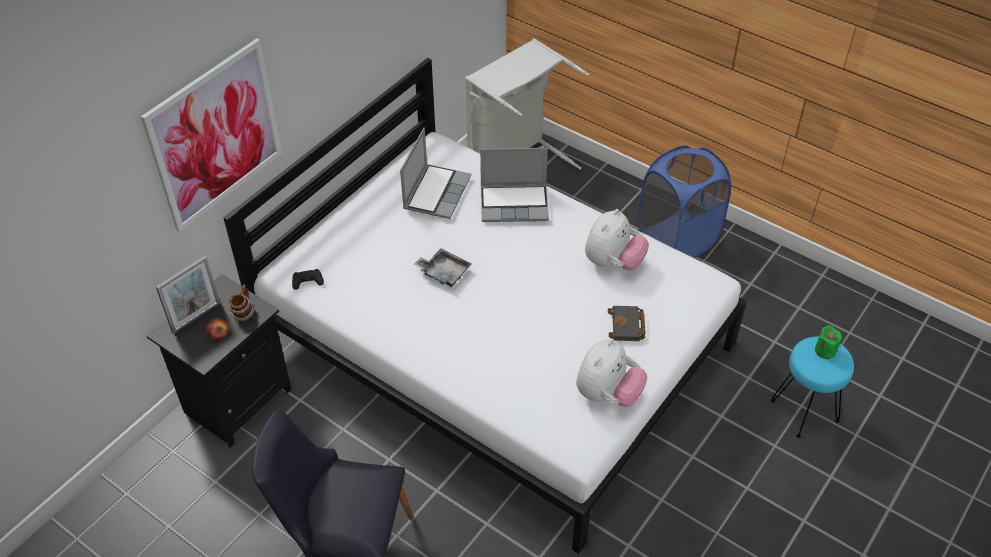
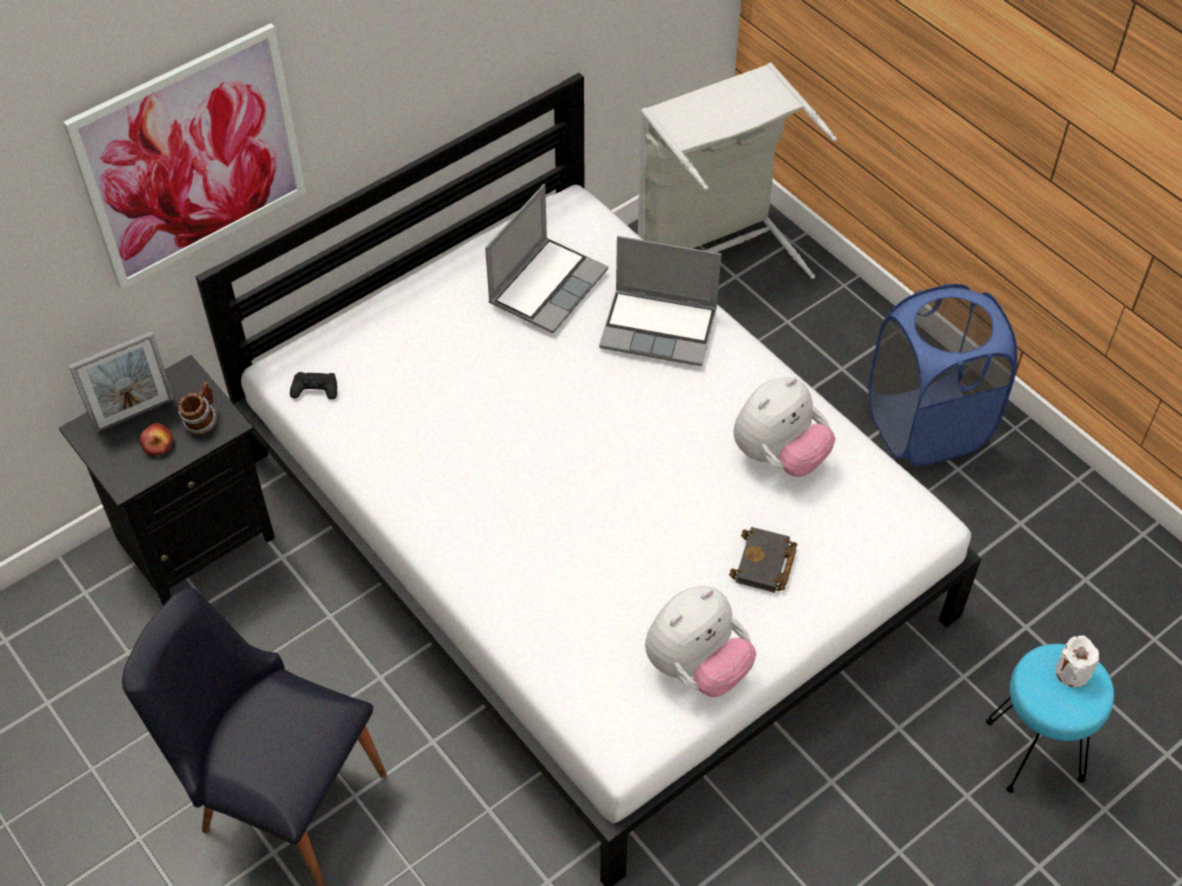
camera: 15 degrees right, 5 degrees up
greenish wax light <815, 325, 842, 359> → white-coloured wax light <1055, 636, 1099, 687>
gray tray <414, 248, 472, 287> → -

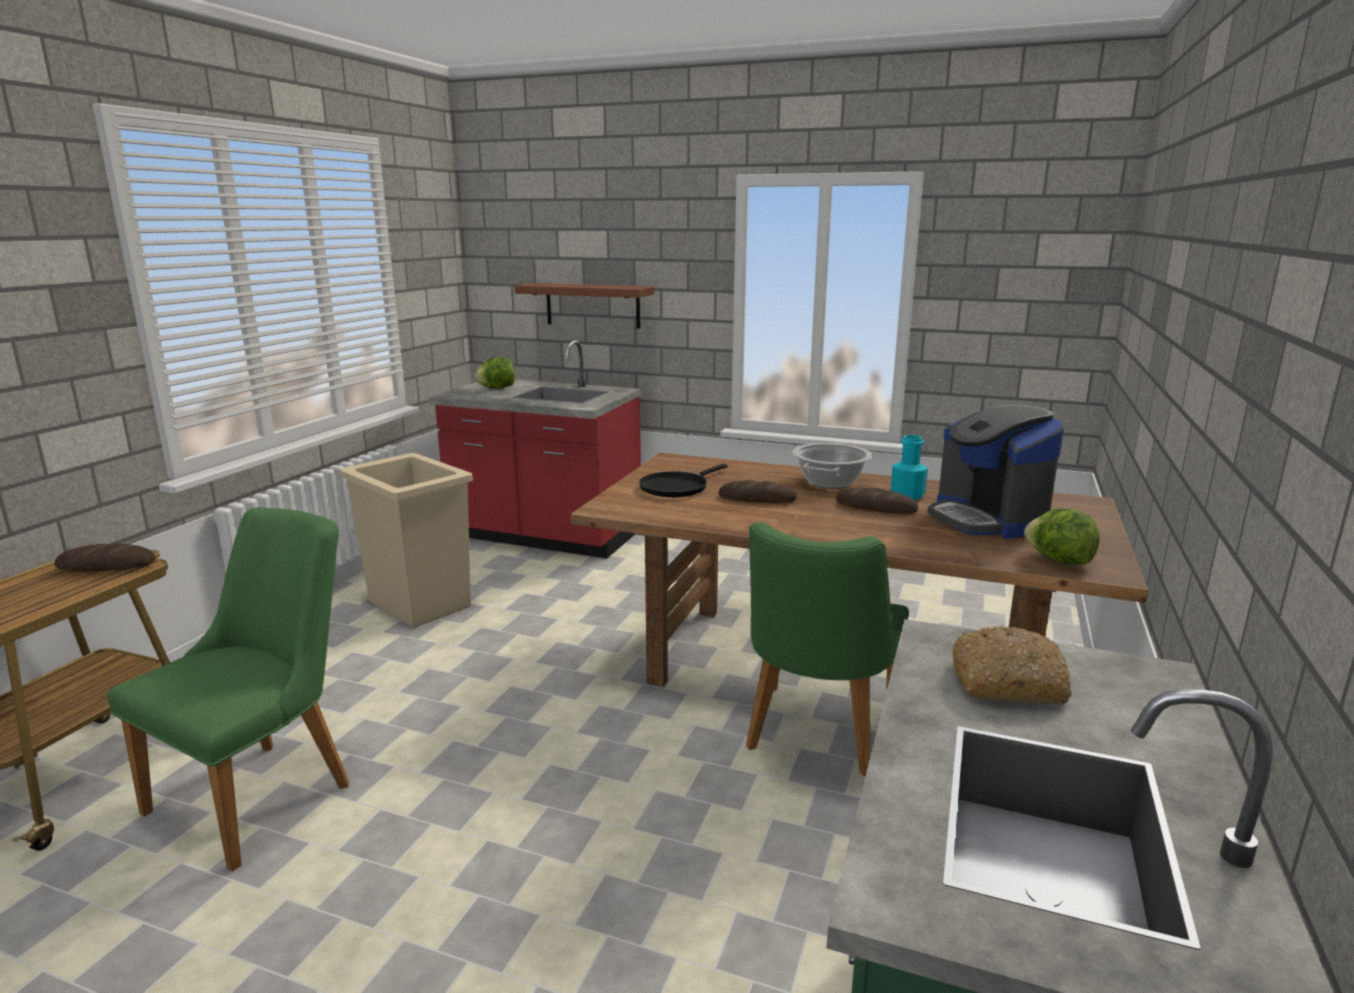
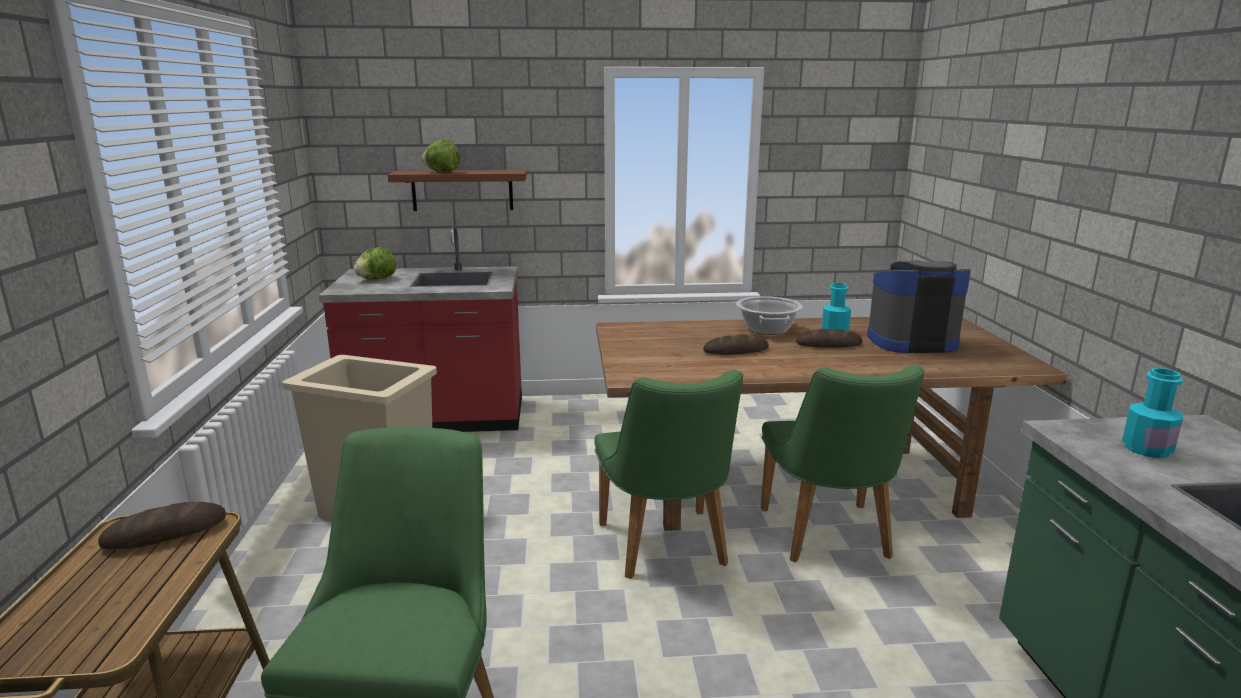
camera: 25 degrees left, 0 degrees up
lettuce head <1024, 509, 1100, 565> → lettuce head <422, 139, 460, 172>, moved
- → greenish upright chair <594, 370, 743, 579>
coffee brewer <928, 404, 1064, 539> → coffee brewer <867, 261, 971, 353>, 135 degrees clockwise
bakery bread <953, 626, 1071, 705> → blue-green beverage bottle <1122, 368, 1183, 458>
blackish frying pan <639, 464, 727, 498> → -

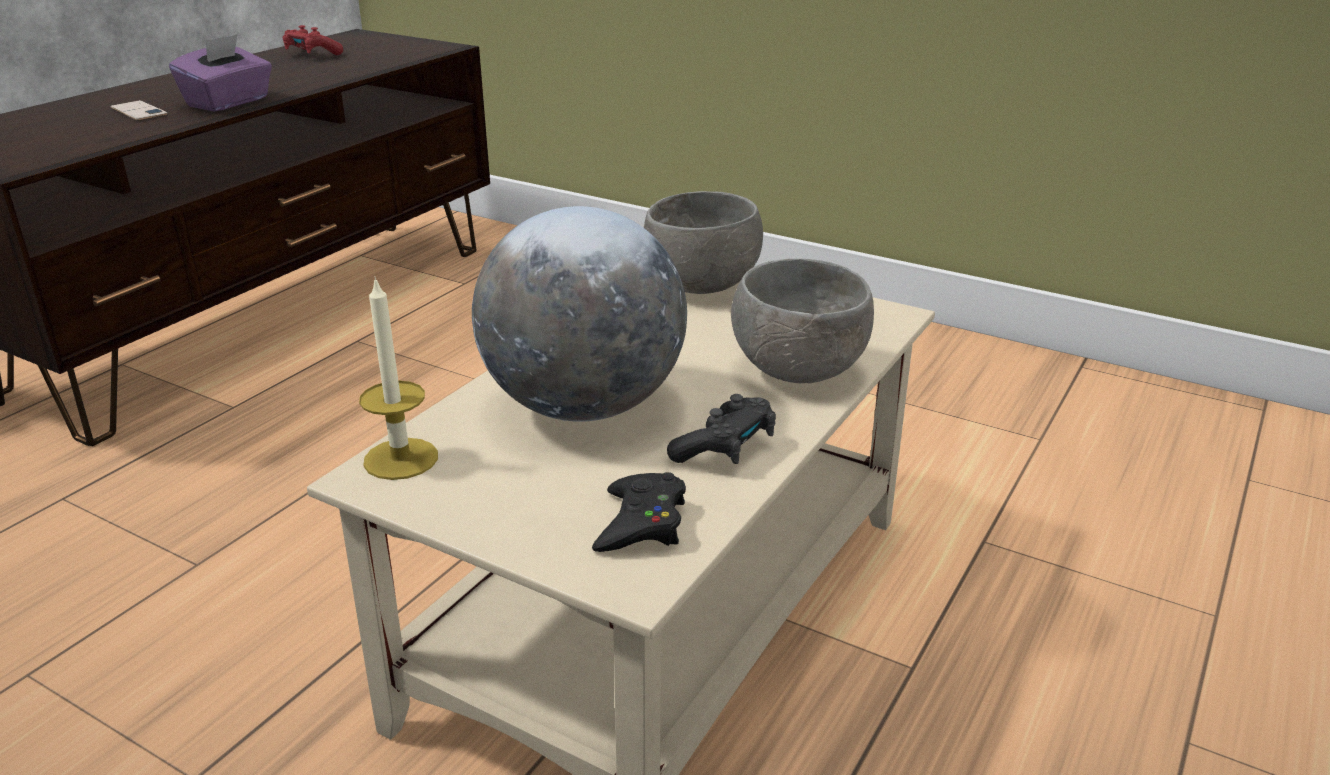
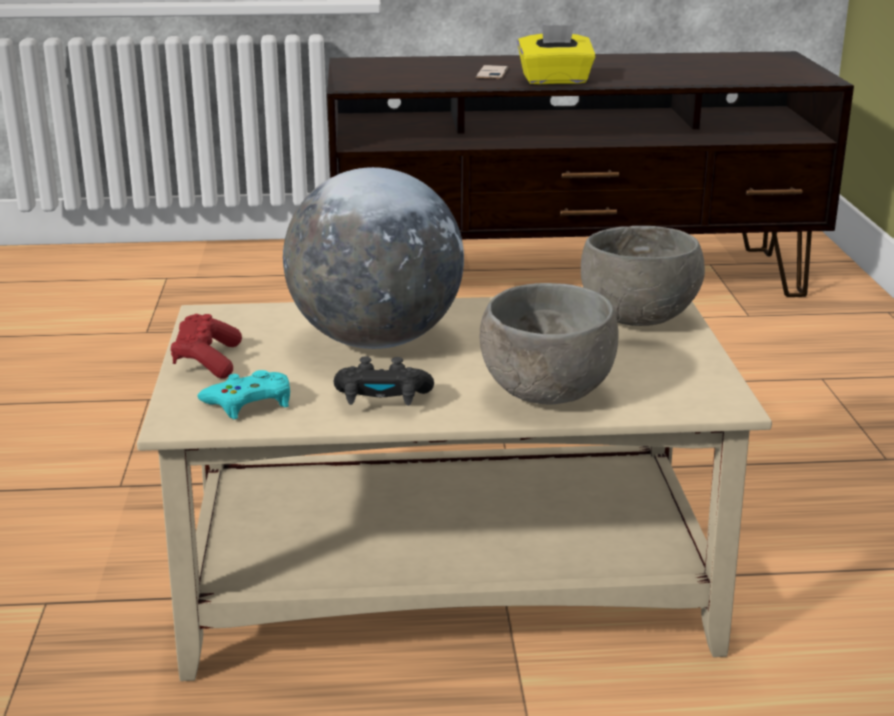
camera: 55 degrees right, 5 degrees down
red-coloured joypad <283, 25, 343, 55> → red-coloured joypad <171, 314, 242, 379>, moved
blackish joypad <592, 472, 686, 552> → blue-green joypad <197, 370, 290, 419>
purple tissue holder <169, 34, 272, 112> → yellow-coloured tissue holder <517, 25, 596, 84>
wax light <359, 276, 438, 480> → -

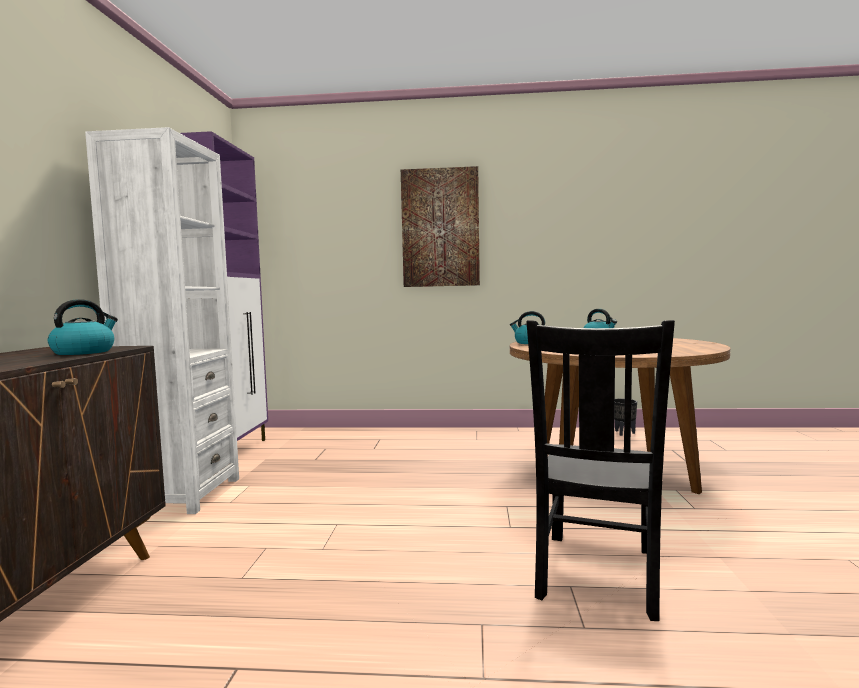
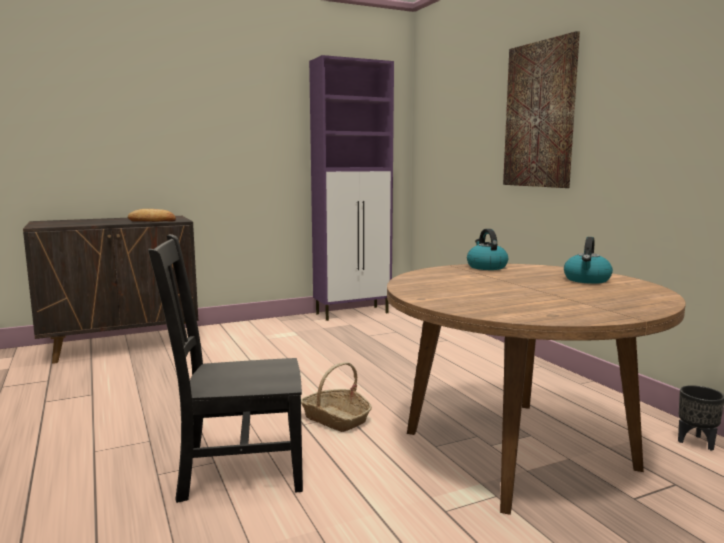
camera: 60 degrees right, 5 degrees up
water kettle <48, 299, 118, 355> → bakery bread <128, 209, 176, 222>
- → household basket <301, 362, 372, 432>
white-coloured shelving unit <85, 127, 239, 514> → -

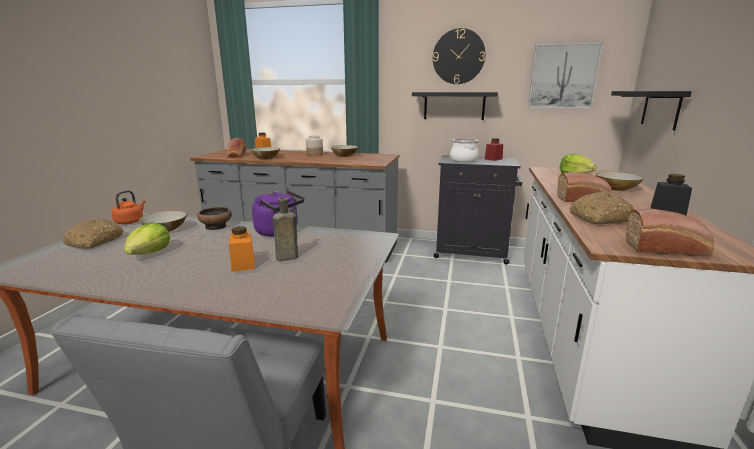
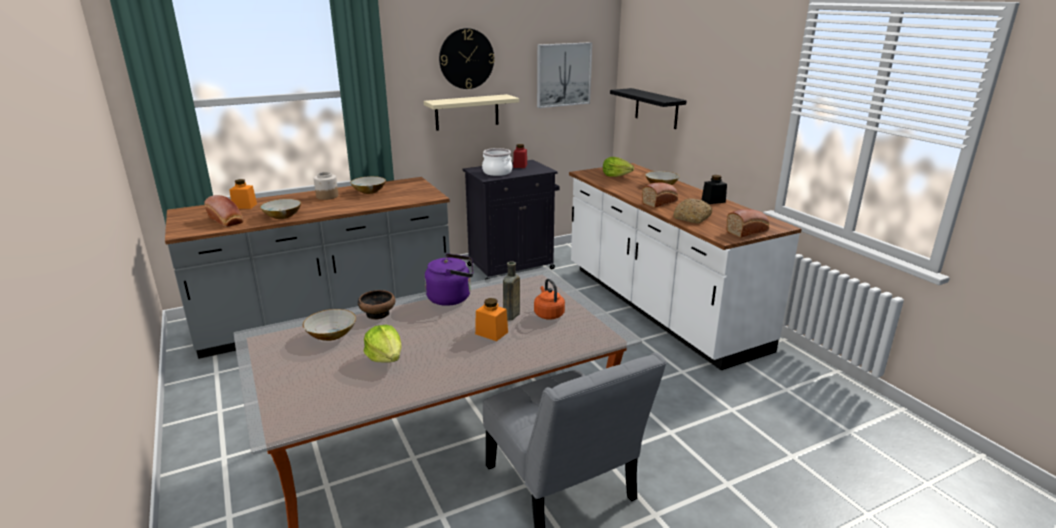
camera: 40 degrees left, 5 degrees up
blackish shelf <412, 92, 498, 120> → beige shelf <424, 94, 519, 131>
orangey water kettle <111, 190, 146, 224> → orangey water kettle <534, 279, 565, 320>, moved
bakery bread <63, 219, 124, 249> → -

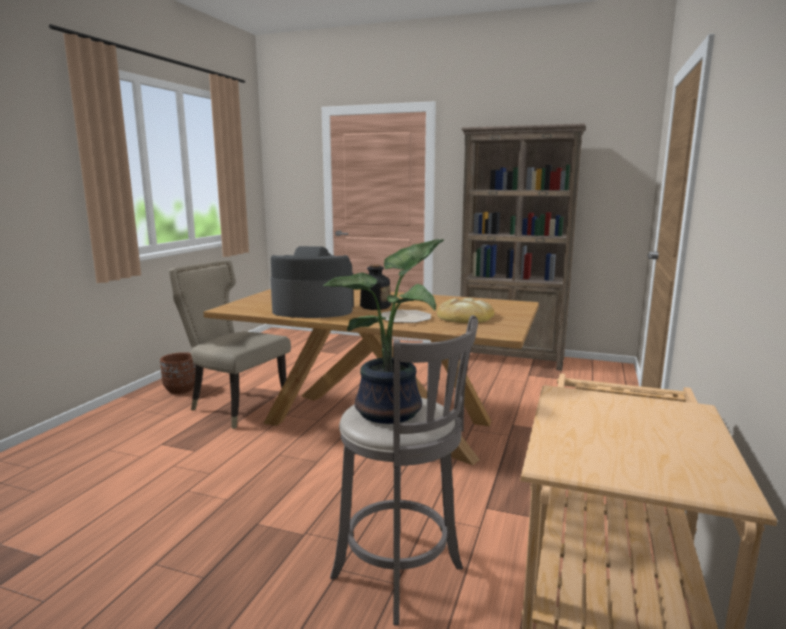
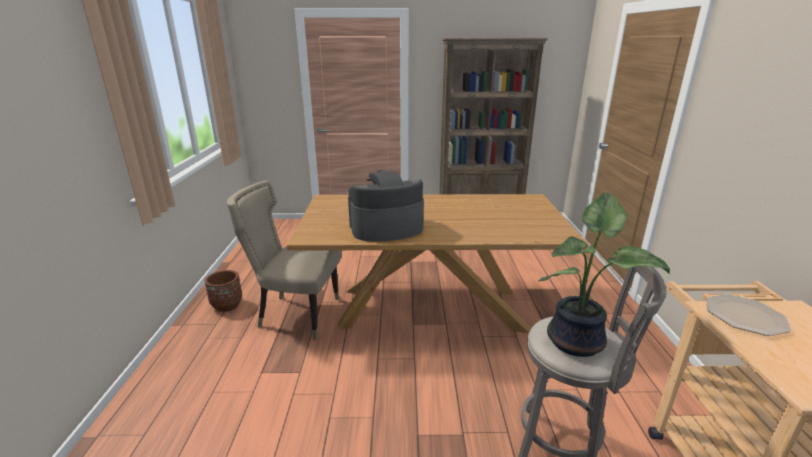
camera: 20 degrees left, 10 degrees up
flat dish <381, 310, 431, 323> → flat dish <706, 294, 791, 336>, moved
beverage bottle <360, 264, 391, 310> → -
bakery bread <437, 298, 494, 323> → -

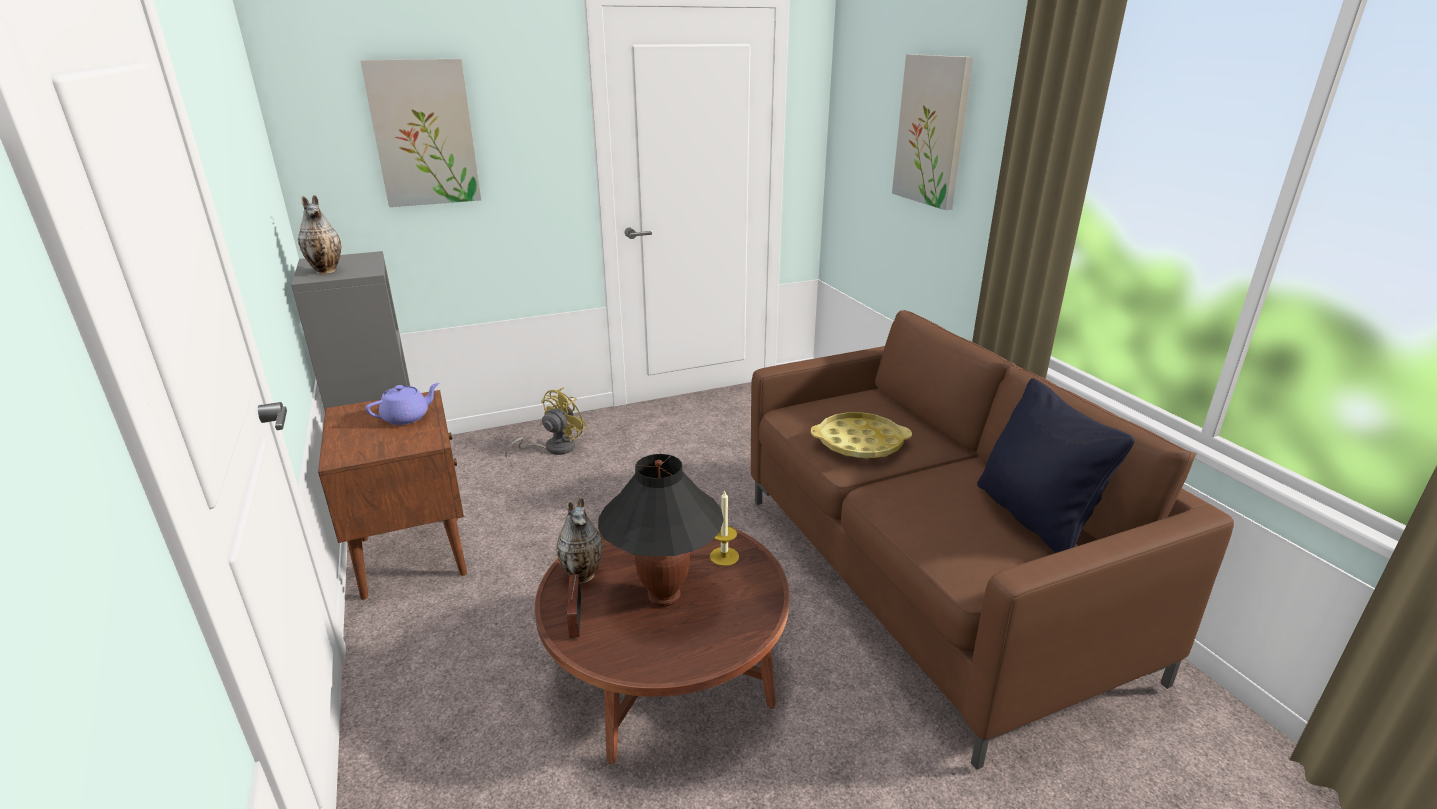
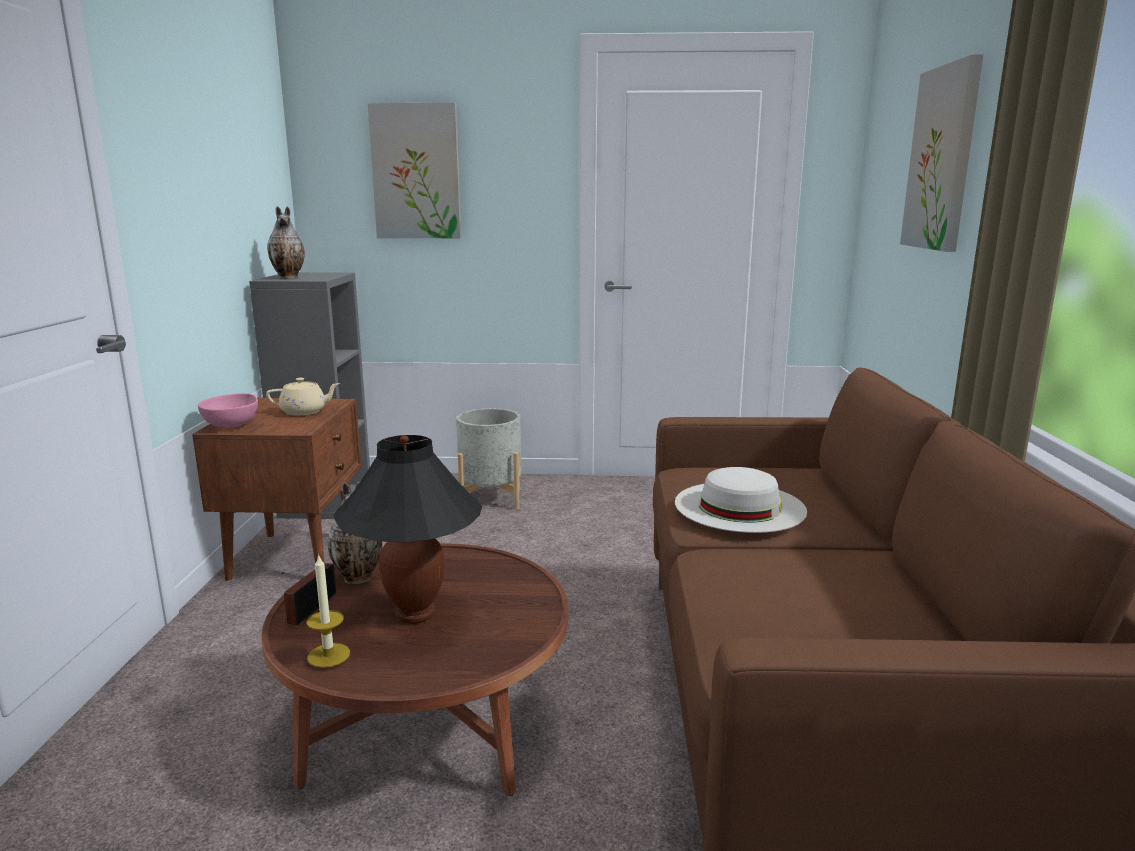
camera: 25 degrees right, 10 degrees down
- → pinkish deep dish <198, 393, 258, 428>
purple tea pot <366, 383, 439, 425> → beige tea pot <266, 378, 340, 416>
wax light <710, 491, 739, 566> → wax light <306, 554, 350, 668>, moved
yellow-coloured electric fan <505, 388, 587, 458> → gray plant pot <456, 408, 521, 509>
yellow-coloured tray <811, 412, 912, 459> → white-coloured hat <675, 467, 807, 533>
blackish throw pillow <977, 378, 1135, 553> → -

